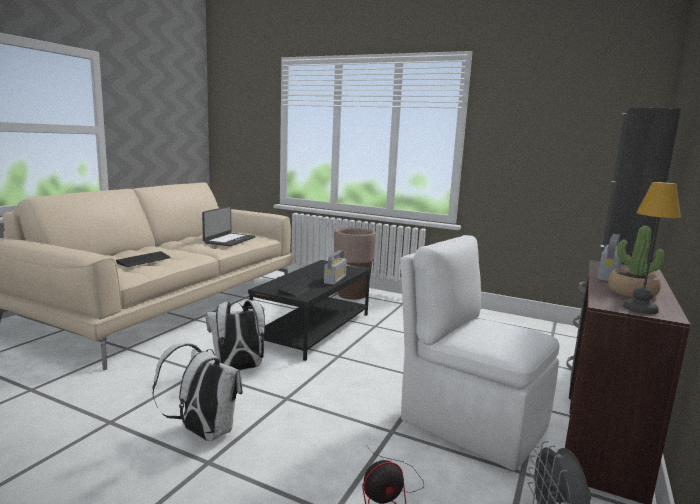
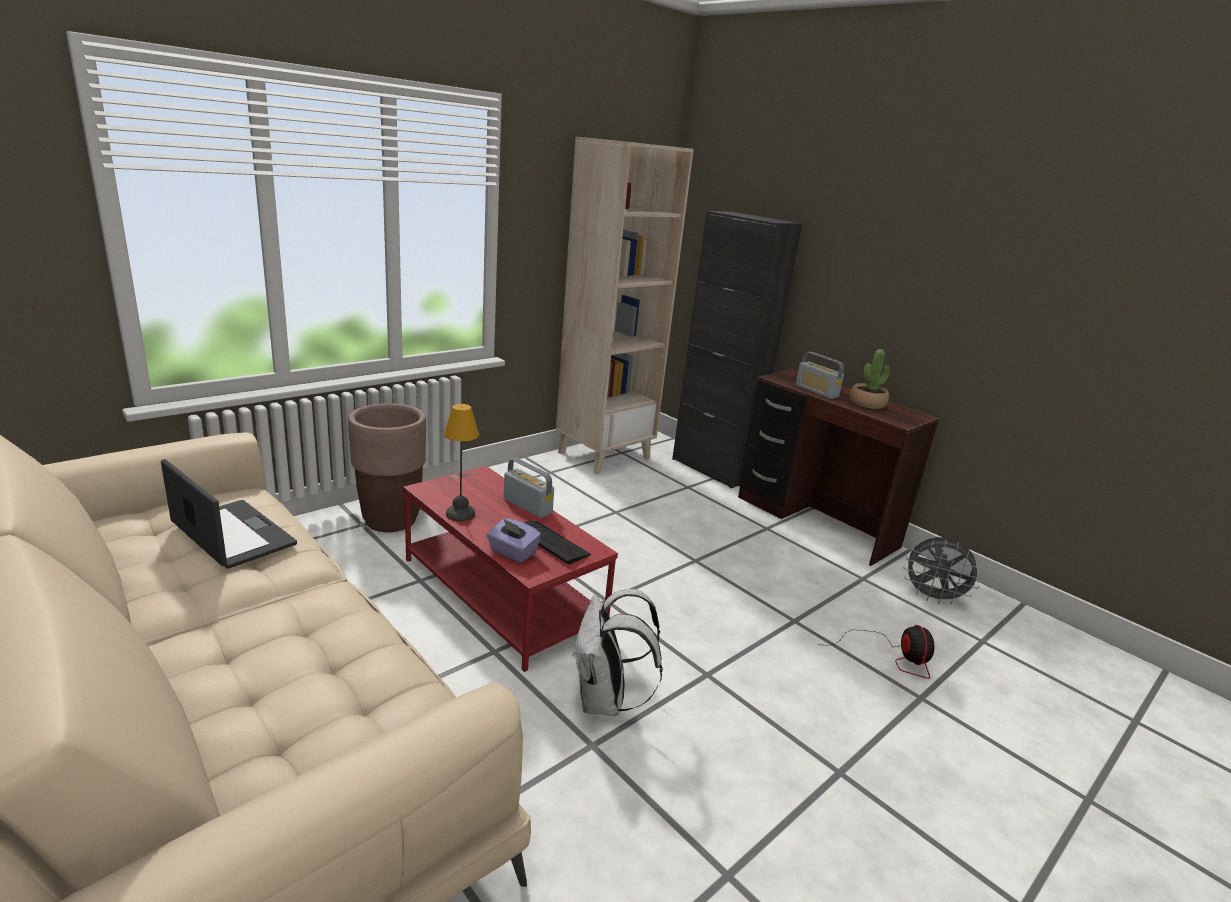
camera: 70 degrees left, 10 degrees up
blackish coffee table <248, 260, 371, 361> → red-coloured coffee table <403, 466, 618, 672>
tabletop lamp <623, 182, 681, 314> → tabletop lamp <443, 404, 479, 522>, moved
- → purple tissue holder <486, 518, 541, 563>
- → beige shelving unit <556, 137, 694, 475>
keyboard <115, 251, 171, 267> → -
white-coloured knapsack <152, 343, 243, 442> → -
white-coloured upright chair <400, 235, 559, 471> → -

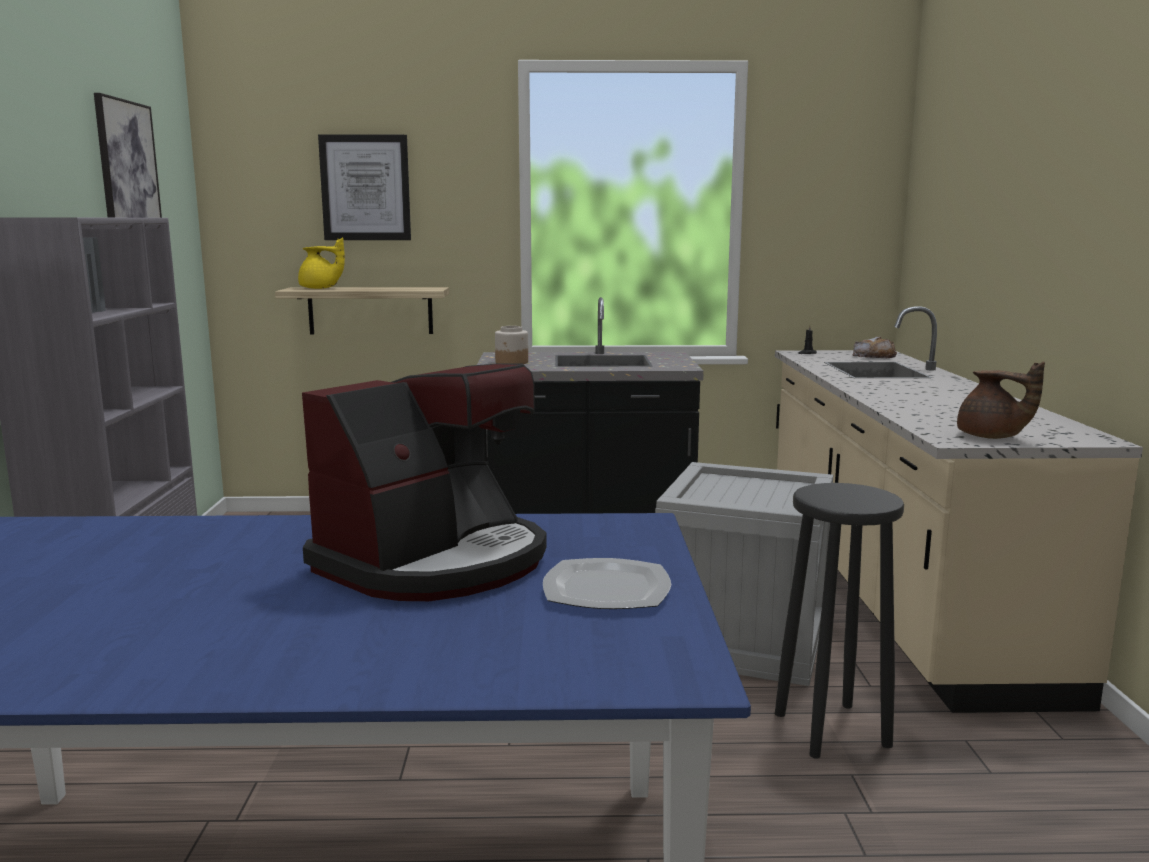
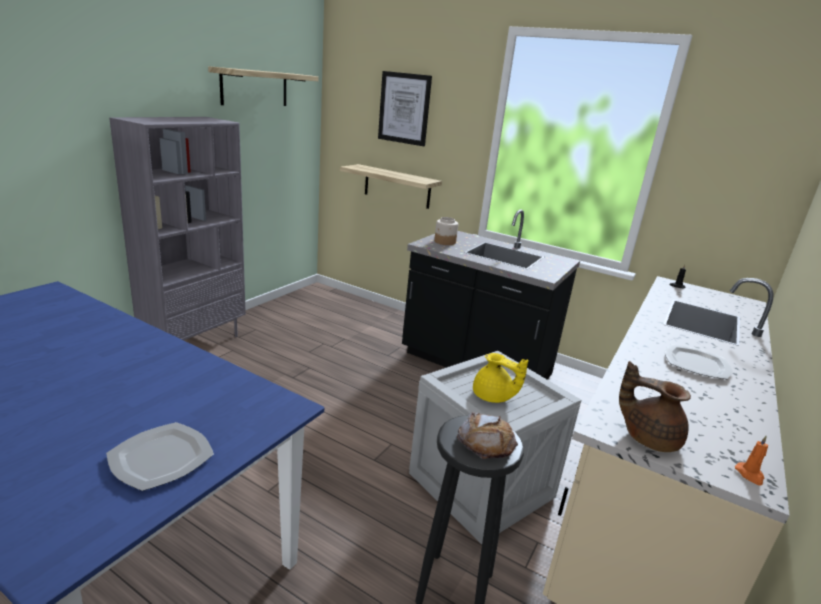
camera: 30 degrees right, 10 degrees up
wall picture <94, 93, 162, 218> → shelf <208, 66, 319, 106>
bakery bread <853, 336, 897, 358> → bakery bread <457, 412, 518, 459>, moved
yellow-coloured tea pot <298, 237, 345, 289> → yellow-coloured tea pot <473, 353, 529, 403>, moved
brownish tea pot <957, 362, 1045, 439> → brownish tea pot <619, 361, 691, 452>, 135 degrees clockwise
- → flat dish <665, 344, 732, 379>
- → orangey wax light <735, 436, 768, 486>
coffee brewer <302, 363, 546, 601> → -

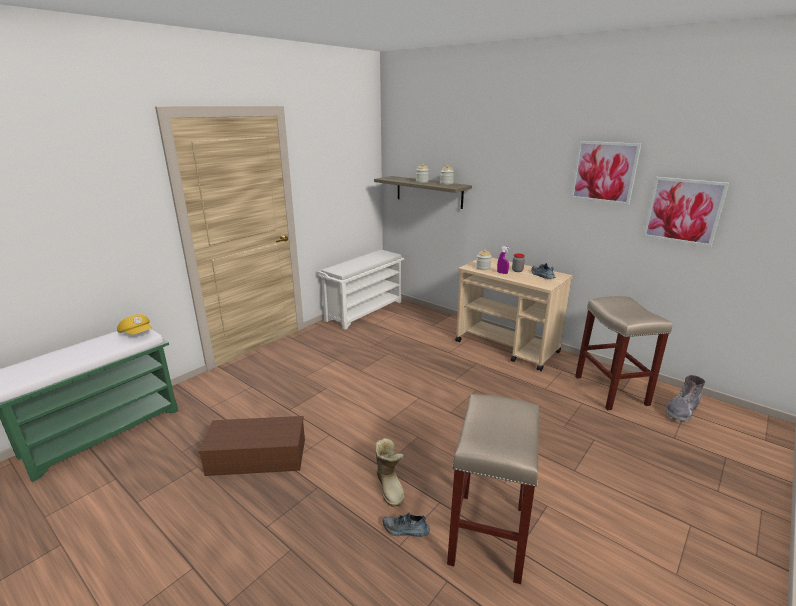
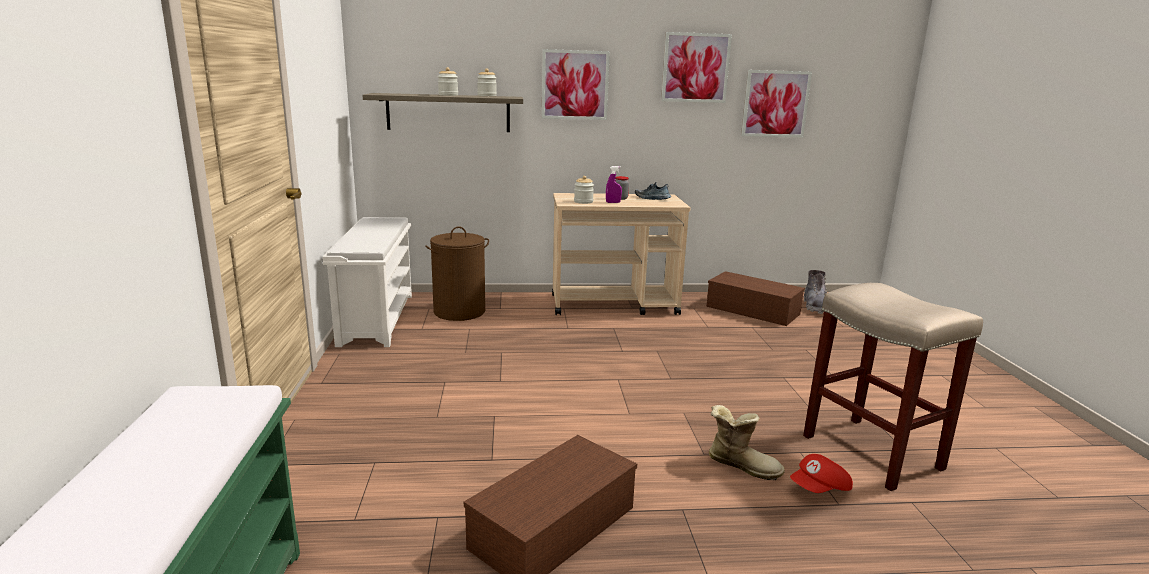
camera: 45 degrees left, 5 degrees down
- → brownish hamper <425, 226, 489, 321>
- → wall picture <542, 49, 610, 120>
beige stool seat <575, 296, 672, 410> → brownish storage container <706, 271, 805, 326>
item of footwear <383, 512, 430, 537> → red-coloured baseball cap <790, 454, 853, 493>
yellow-coloured baseball cap <117, 314, 152, 335> → -

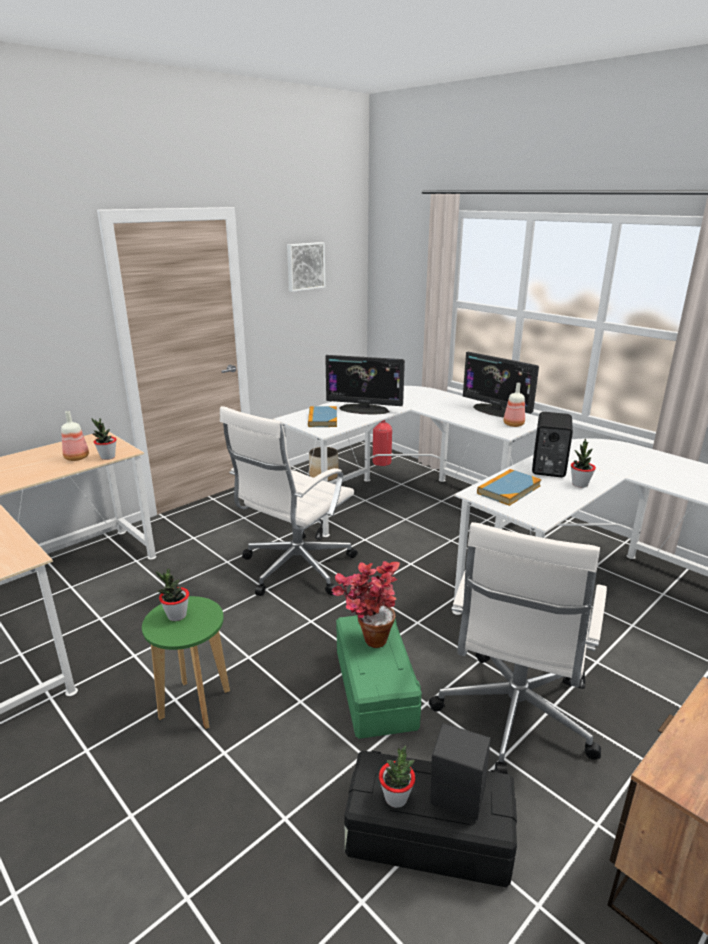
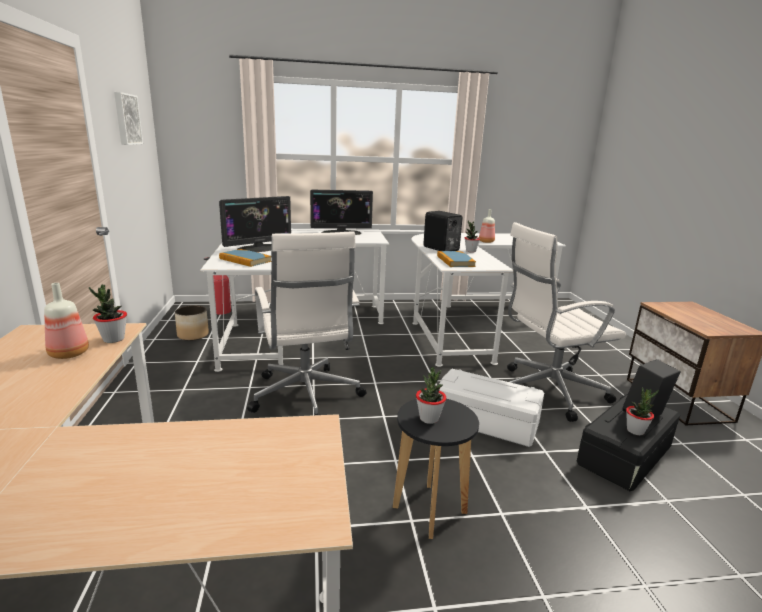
camera: 55 degrees left, 5 degrees down
greenish stool seat <142, 596, 230, 729> → blackish stool seat <393, 399, 479, 539>
greenish storage container <336, 615, 422, 739> → white-coloured storage container <438, 369, 544, 447>
beverage bottle <503, 383, 525, 427> → beverage bottle <479, 209, 495, 243>, moved
white-coloured desk chair <429, 522, 607, 774> → white-coloured desk chair <507, 222, 626, 422>, 105 degrees clockwise
potted plant <332, 561, 400, 648> → -

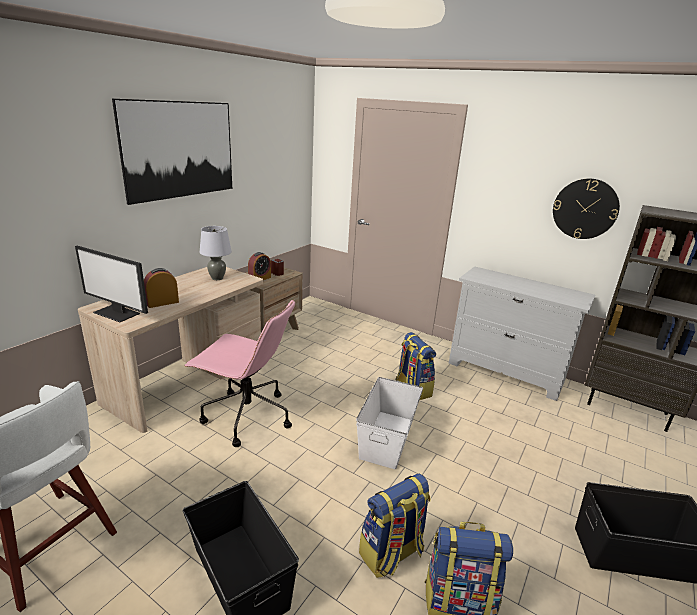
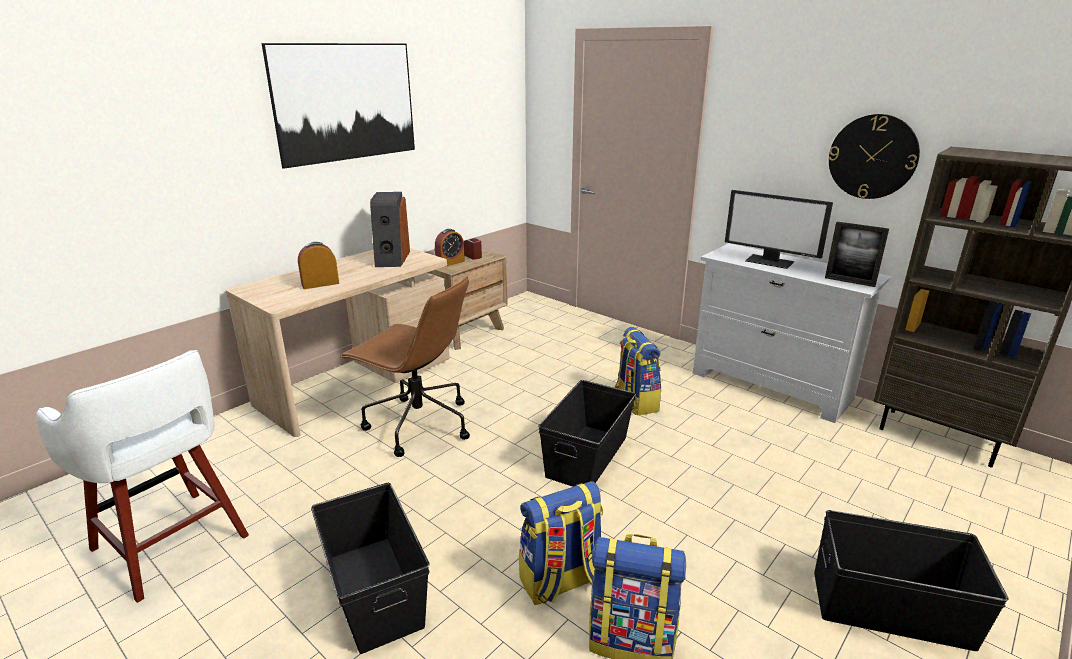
camera: 10 degrees right, 0 degrees up
pinkish desk chair <184, 299, 295, 447> → brownish desk chair <340, 276, 470, 457>
gray tabletop lamp <200, 226, 232, 280> → audio speaker <370, 192, 410, 267>
white-coloured storage container <356, 377, 423, 469> → blackish storage container <538, 380, 636, 487>
computer display <75, 246, 148, 322> → computer display <725, 190, 833, 269>, moved
- → standing frame <825, 222, 889, 287>

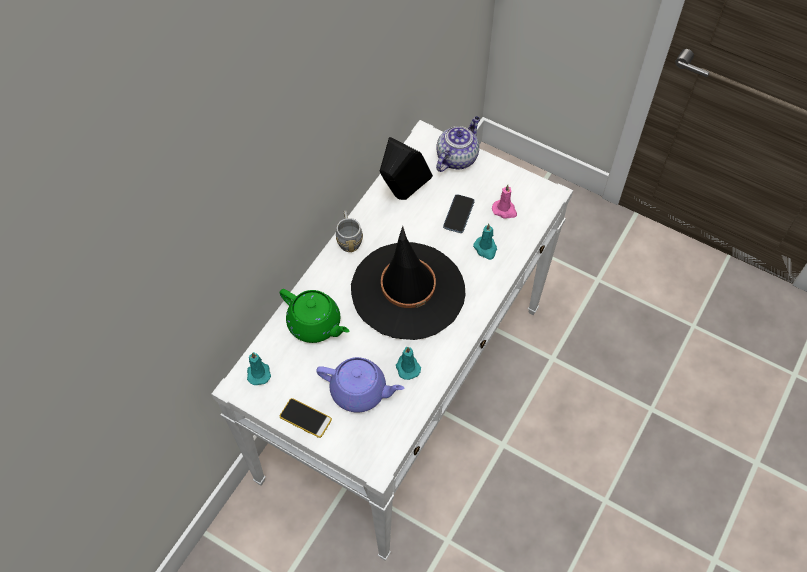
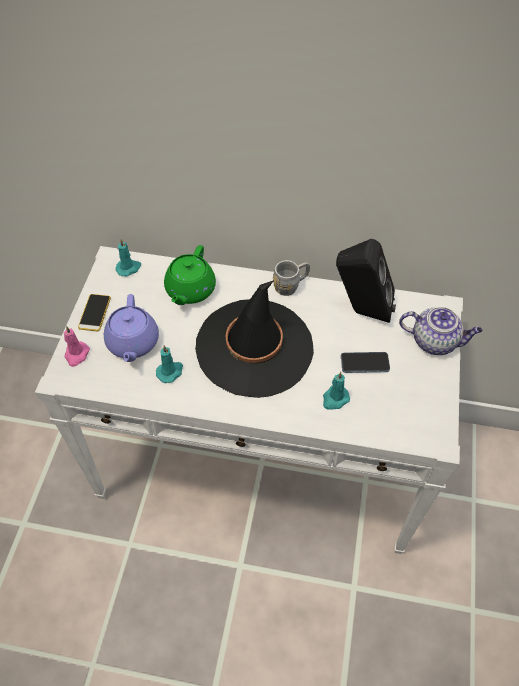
camera: 70 degrees right, 5 degrees down
pinkish wax light <492, 185, 517, 219> → pinkish wax light <64, 326, 90, 367>, moved

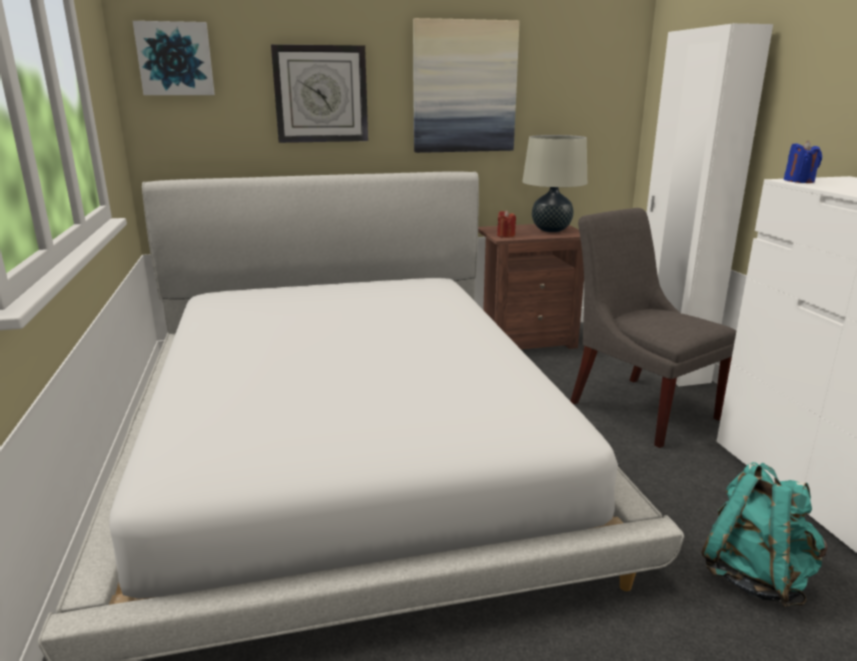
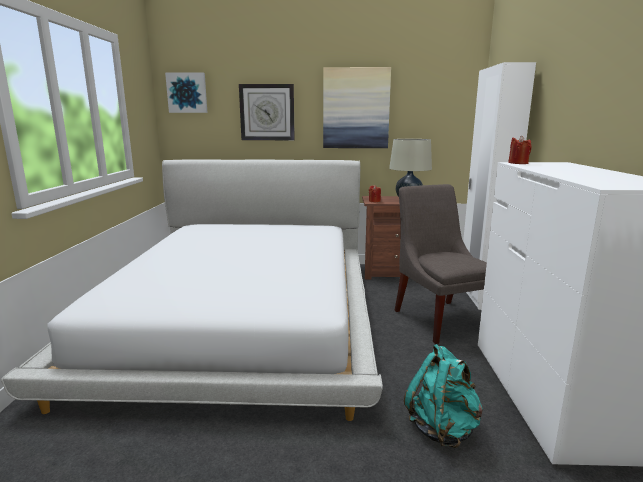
camera: 15 degrees right, 5 degrees down
blue-coloured wax light <784, 141, 822, 183> → red-coloured wax light <508, 135, 532, 164>

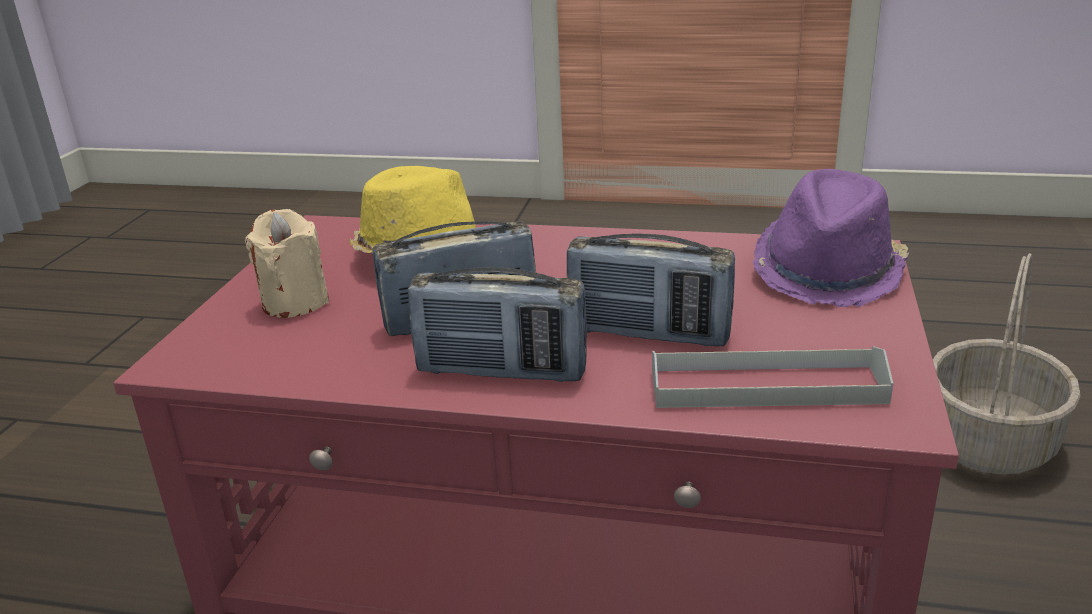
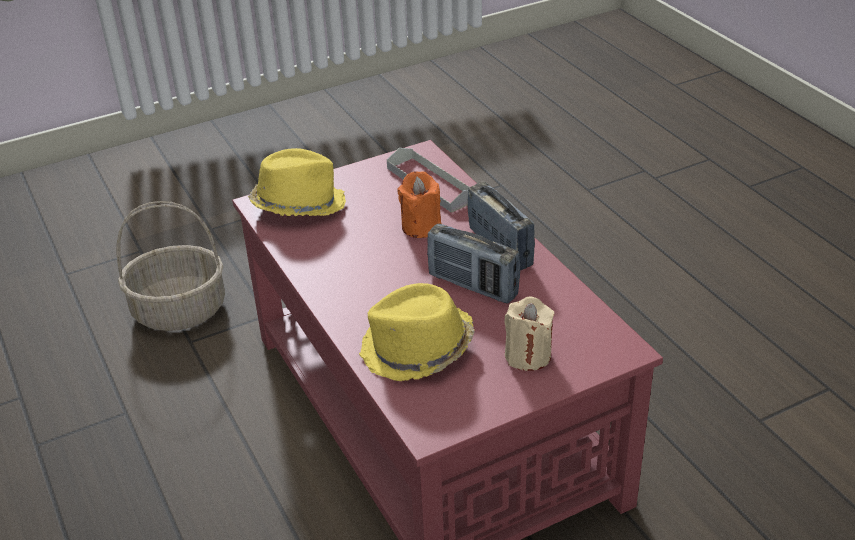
camera: 130 degrees left, 10 degrees up
purple hat <753, 169, 909, 307> → yellow-coloured hat <248, 148, 346, 216>
radio receiver <567, 233, 735, 346> → orangey wax light <398, 171, 441, 238>

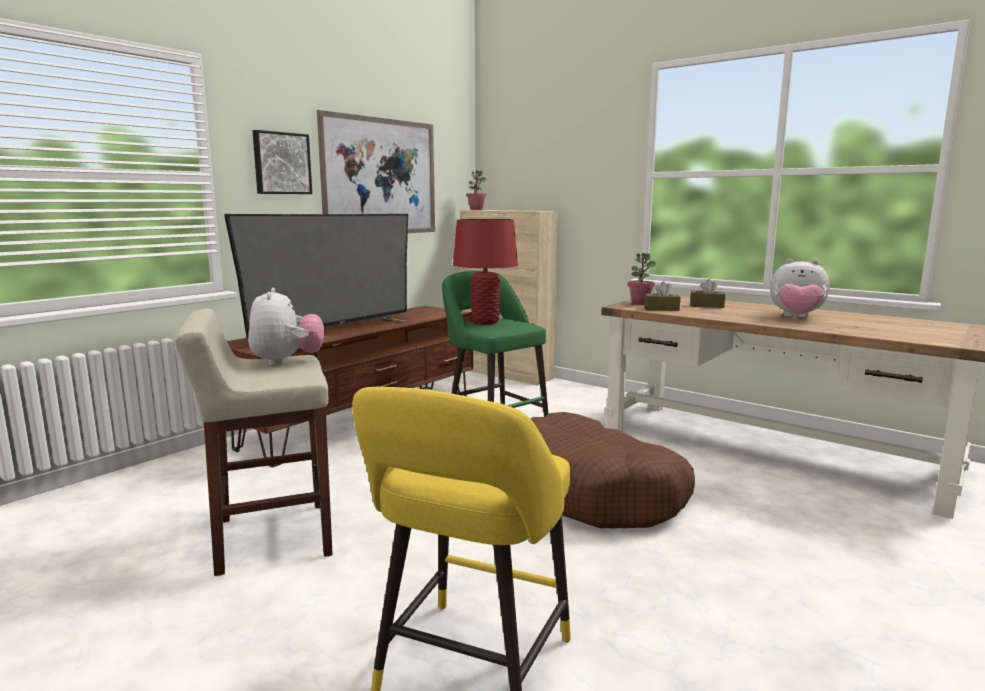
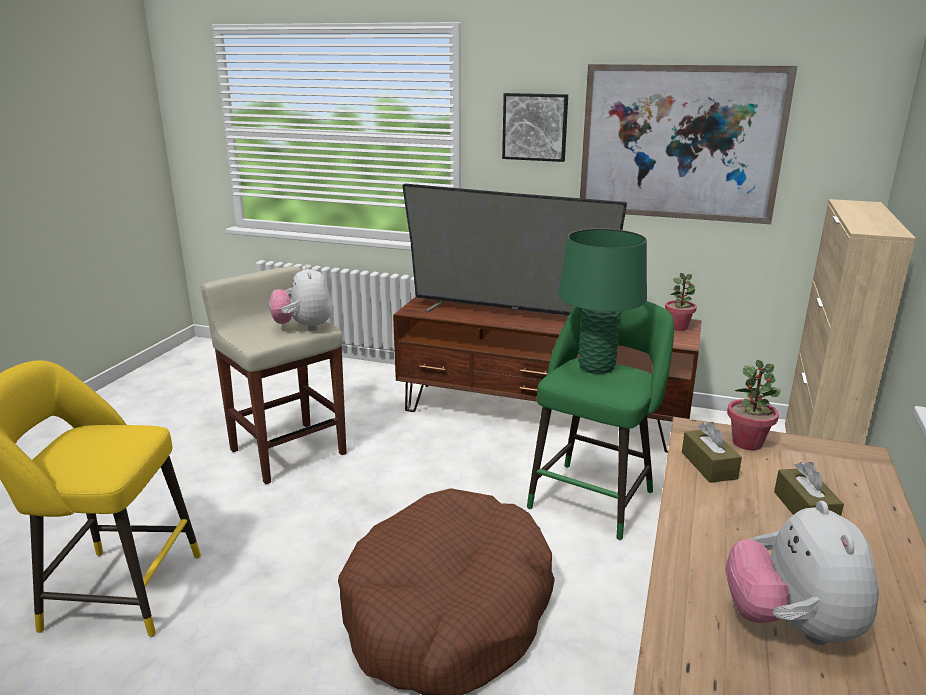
camera: 70 degrees right, 10 degrees up
soft toy <248, 288, 324, 366> → soft toy <269, 265, 332, 331>, 105 degrees clockwise
red-coloured tabletop lamp <453, 219, 518, 324> → greenish tabletop lamp <558, 229, 647, 374>
potted plant <466, 170, 486, 210> → potted plant <665, 273, 697, 331>, moved

